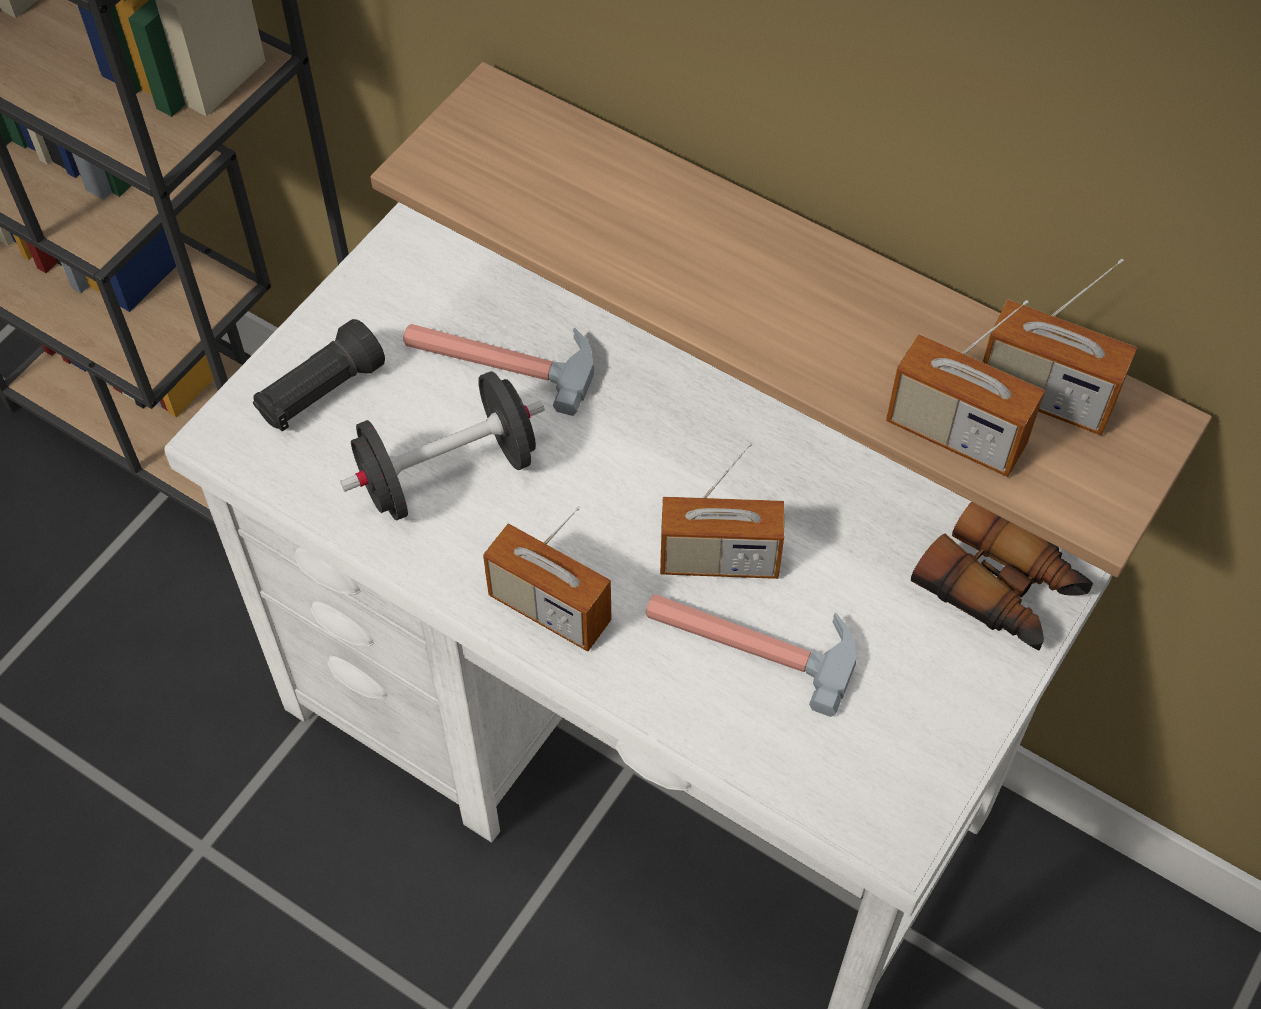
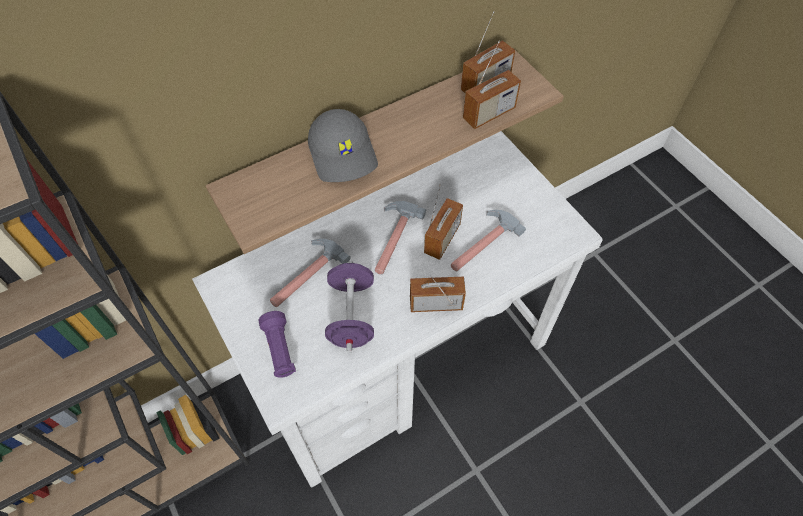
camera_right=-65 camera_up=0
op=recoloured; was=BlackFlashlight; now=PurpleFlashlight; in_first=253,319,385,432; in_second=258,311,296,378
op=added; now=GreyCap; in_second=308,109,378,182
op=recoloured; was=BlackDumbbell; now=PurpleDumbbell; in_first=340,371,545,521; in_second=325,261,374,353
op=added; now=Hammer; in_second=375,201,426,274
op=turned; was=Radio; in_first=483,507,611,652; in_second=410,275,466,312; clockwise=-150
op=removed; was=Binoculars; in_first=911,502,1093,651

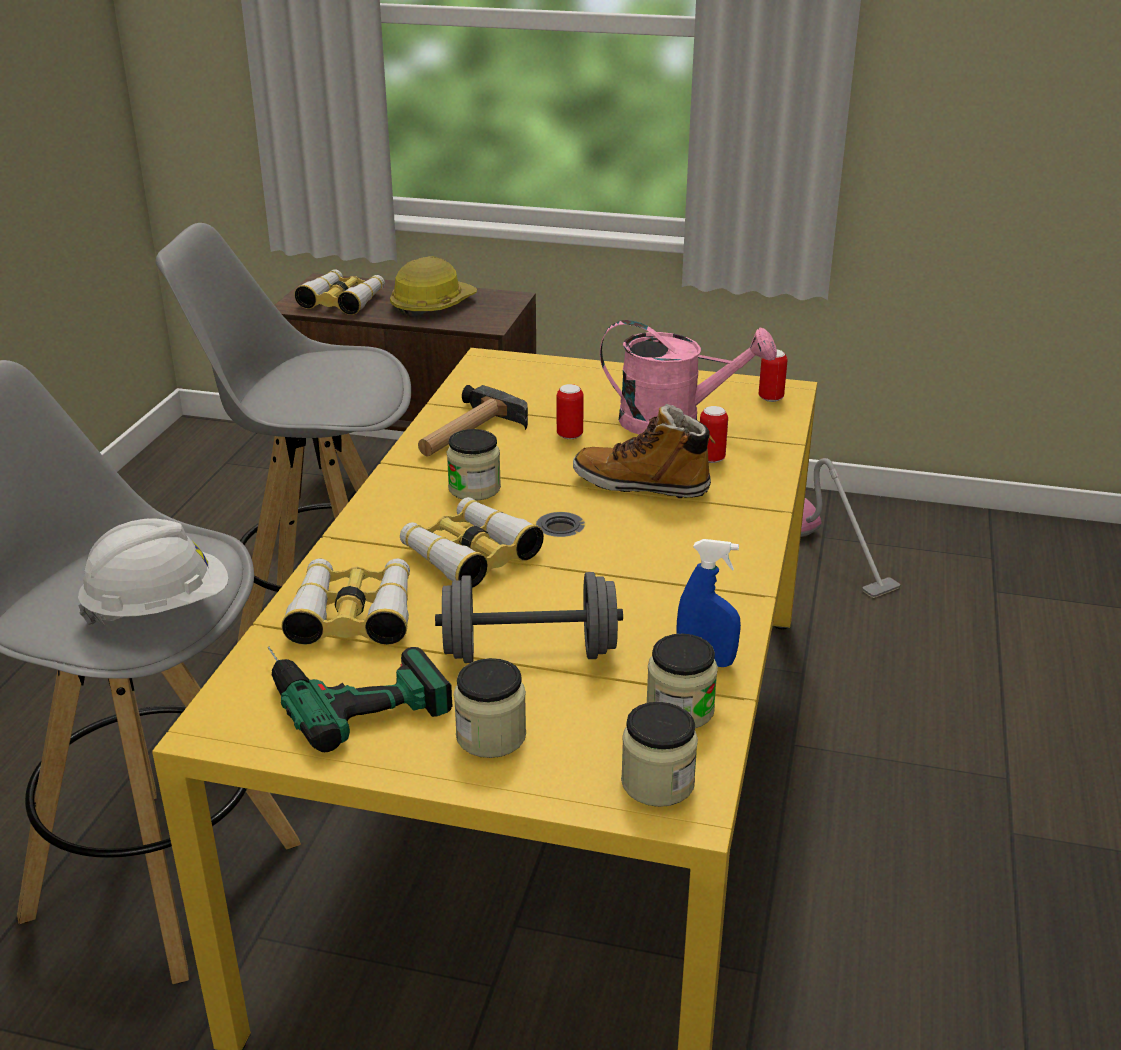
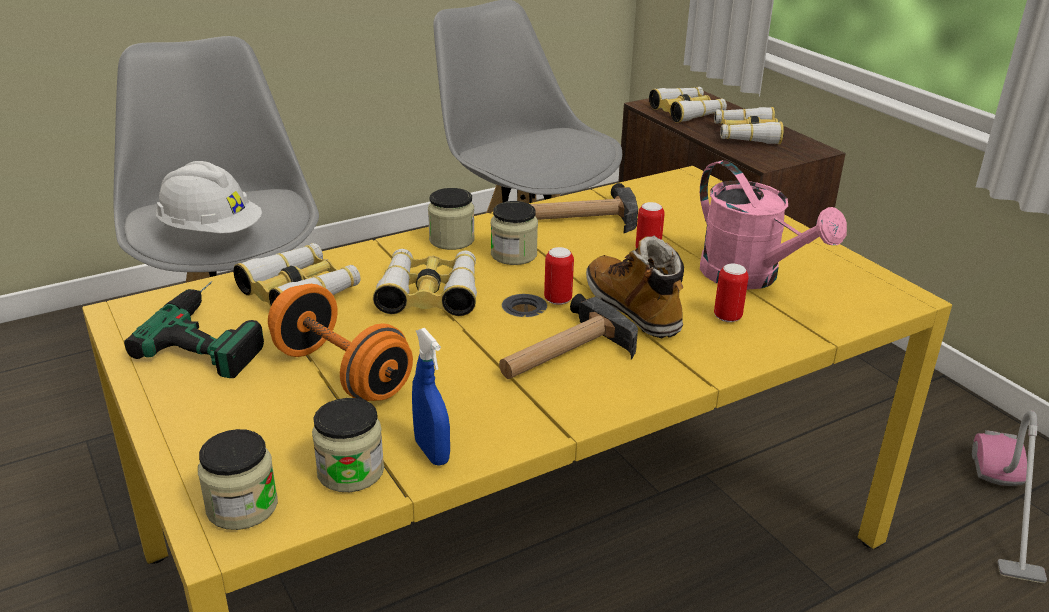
camera_right=45 camera_up=0
op=recoloured; was=GreyDumbbell; now=OrangeDumbbell; in_first=435,572,623,663; in_second=268,284,413,401
op=moved; was=Jar; in_first=454,658,526,758; in_second=428,188,475,250
op=added; now=Hammer; in_second=499,294,638,379
op=moved; was=Can; in_first=759,350,788,402; in_second=544,247,574,305
op=replaced; was=HardHat; now=Binoculars; in_first=390,256,477,317; in_second=714,107,784,144

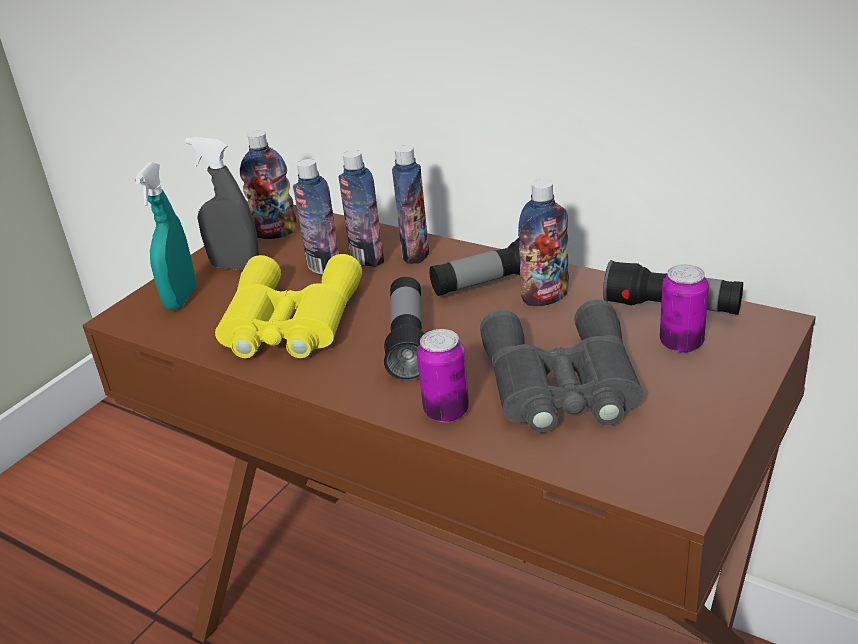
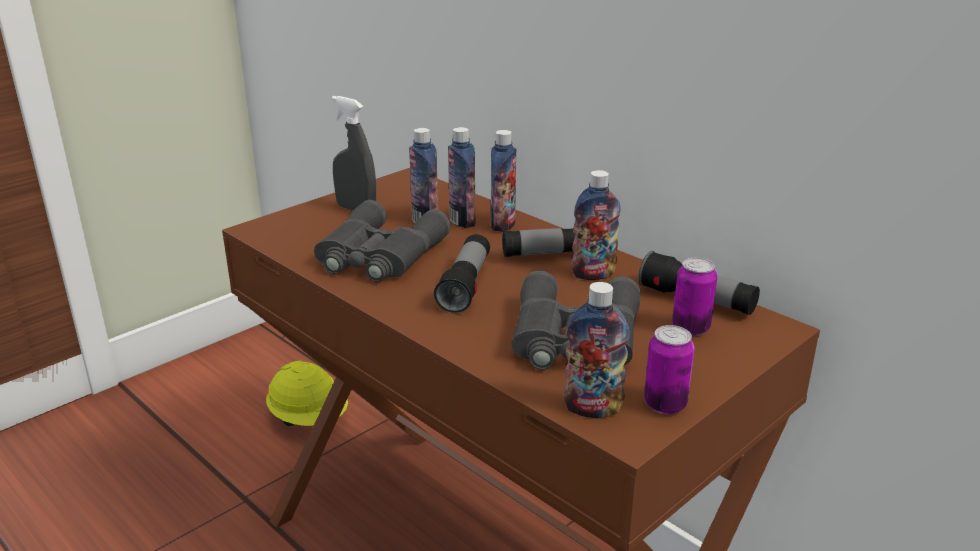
camera_right=10 camera_up=-5
op=added; now=YellowHardHat; in_second=266,361,348,426
op=recoloured; was=YellowBinoculars; now=GreyBinoculars; in_first=215,254,362,358; in_second=314,200,451,282
op=moved; was=Bottle; in_first=240,131,296,239; in_second=564,282,630,418
op=moved; was=Can; in_first=417,329,469,422; in_second=644,325,695,414
op=removed; was=TurquoiseSprayBottle; in_first=134,162,196,310

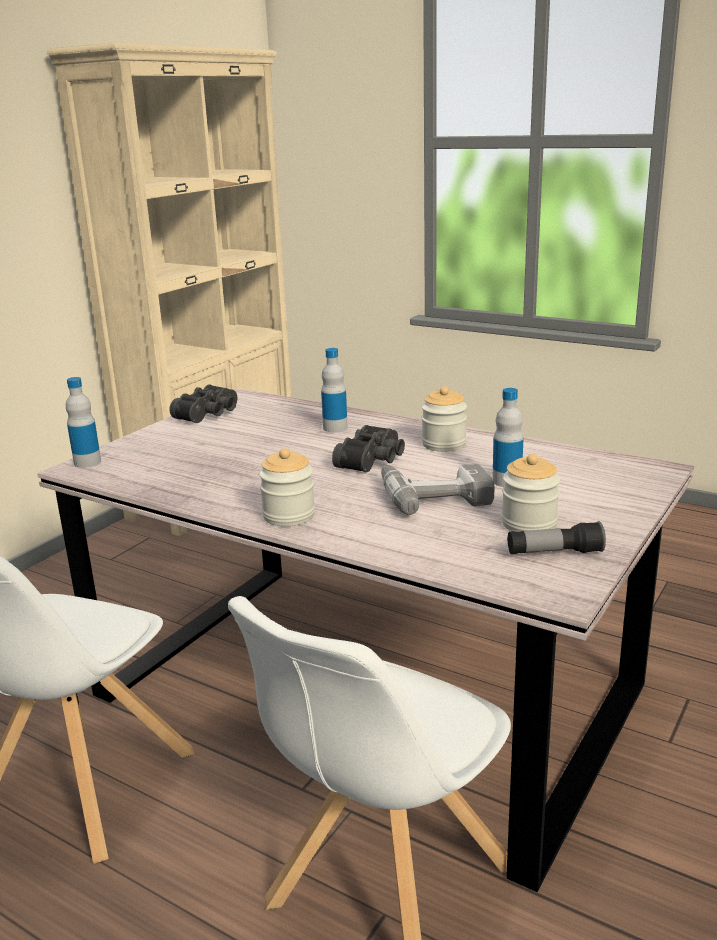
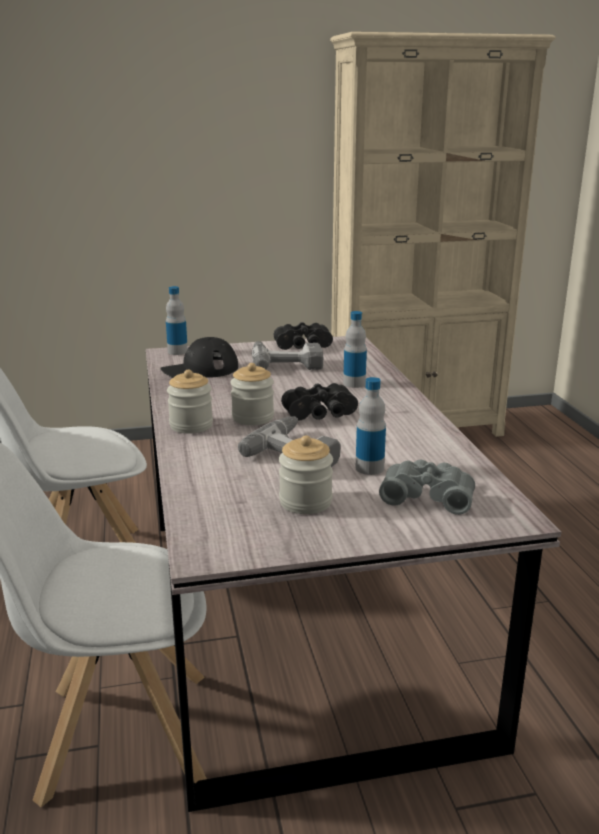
camera_right=45 camera_up=0
op=added; now=BlackCap; in_second=160,337,238,378
op=moved; was=Jar; in_first=421,386,467,452; in_second=230,363,274,425
op=added; now=PowerDrill; in_second=252,341,323,370
op=added; now=GreyBinoculars; in_second=379,459,475,515
op=removed; was=Flashlight; in_first=508,521,606,554

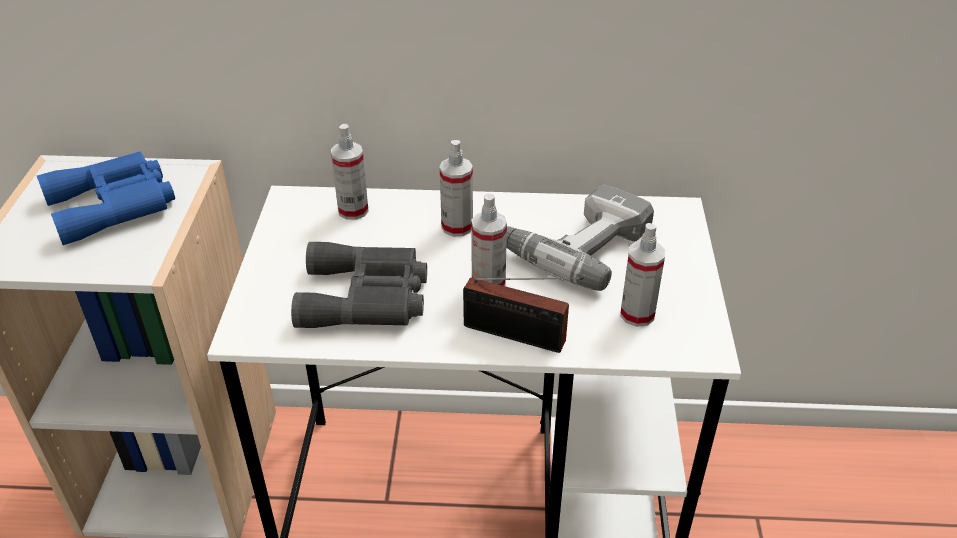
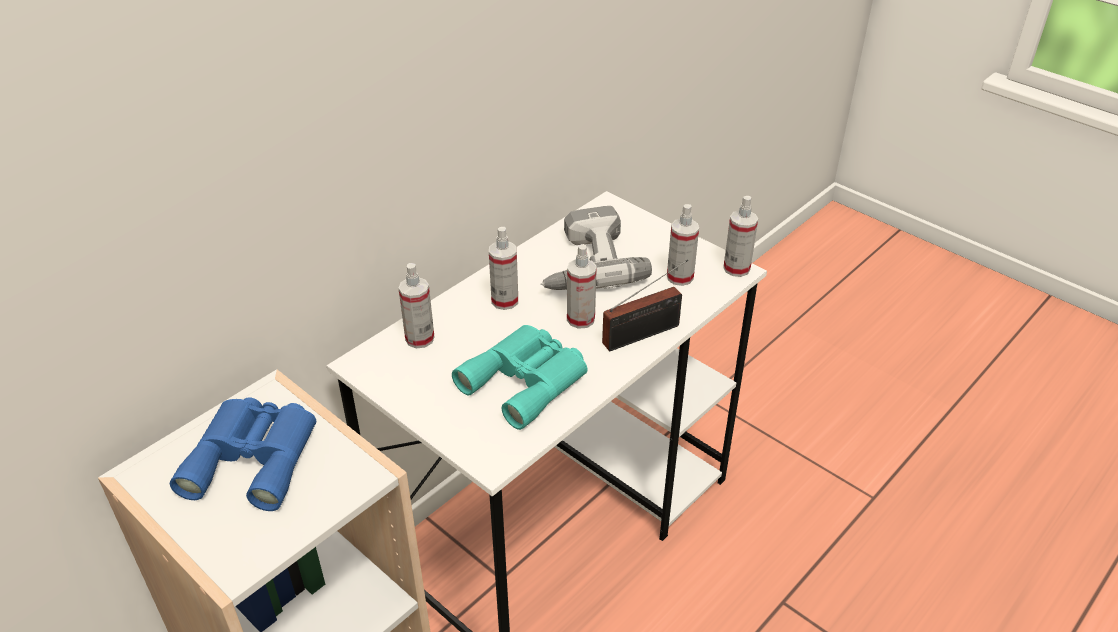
camera_right=-50 camera_up=0
op=recoloured; was=GreyBinoculars; now=TurquoiseBinoculars; in_first=291,242,427,328; in_second=452,325,588,430
op=added; now=SprayBottle; in_second=723,196,758,277

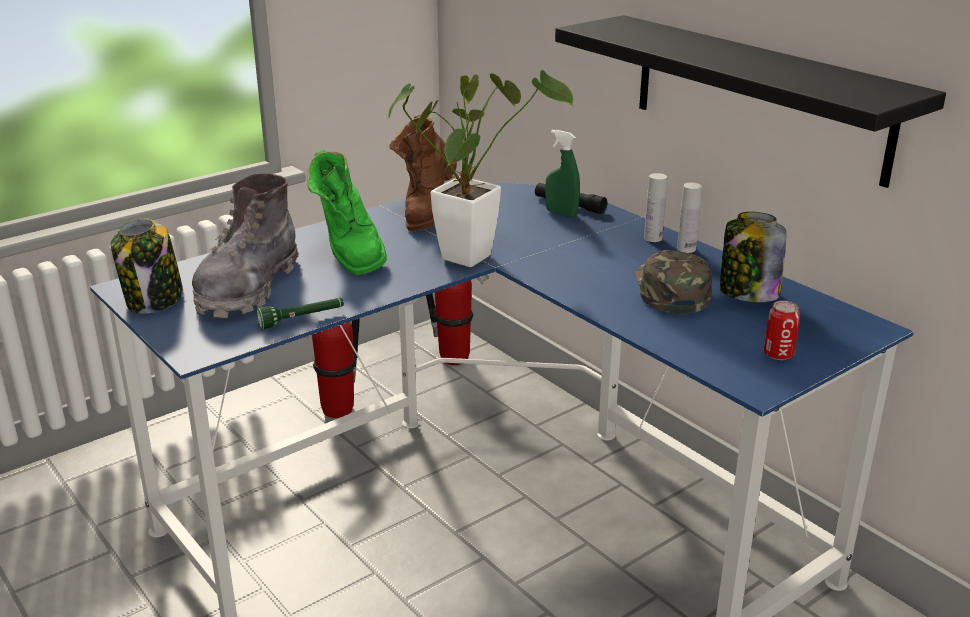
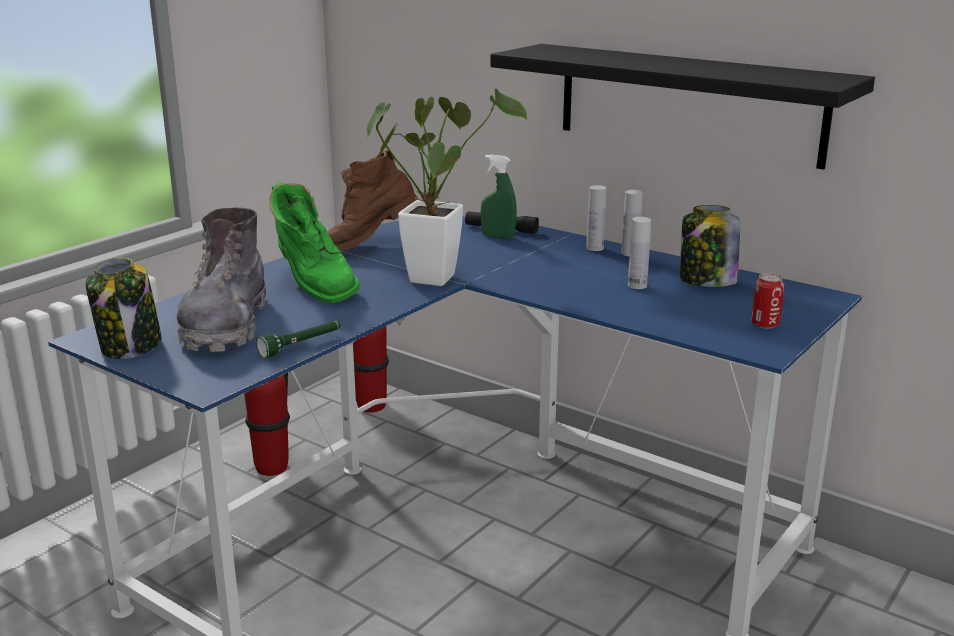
camera_right=-15 camera_up=-5
op=turned; was=BrownBoot; in_first=389,115,457,231; in_second=327,150,419,251; clockwise=60
op=replaced; was=GreenCap; now=WhiteBottle; in_first=635,250,712,314; in_second=628,217,651,289

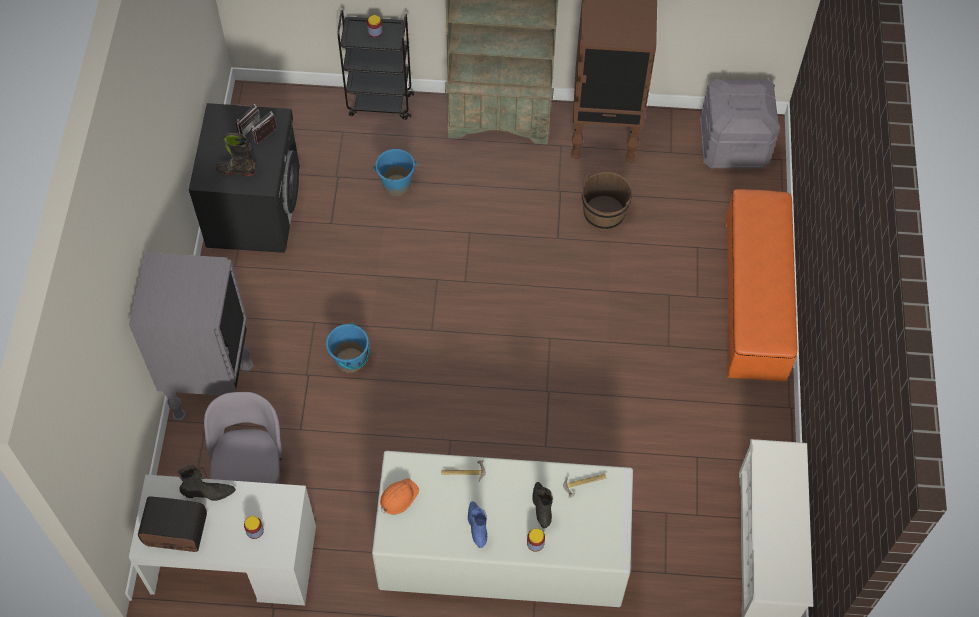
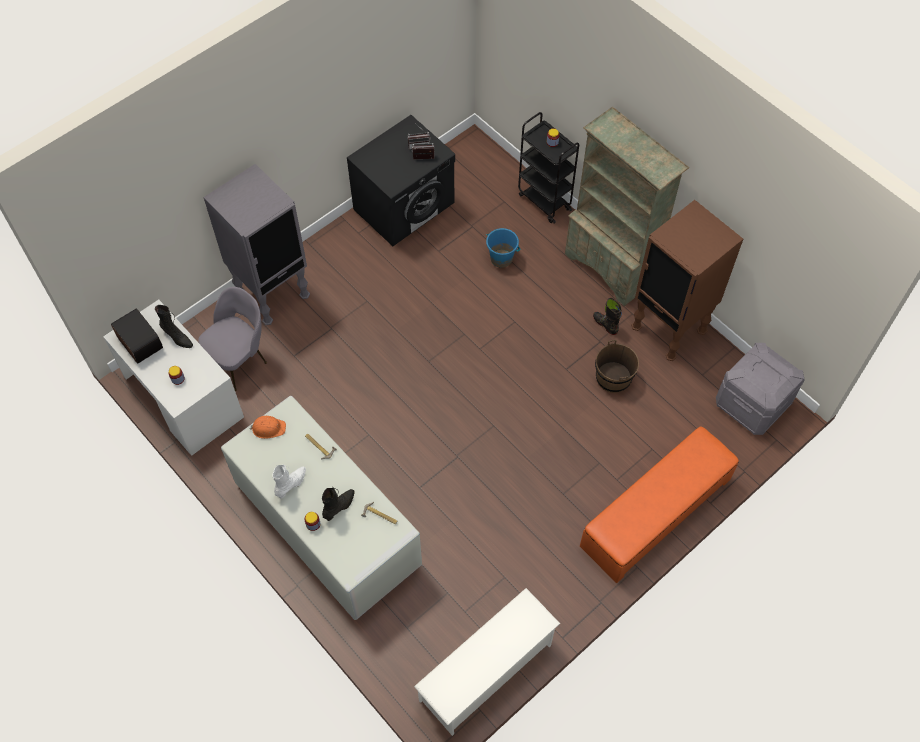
camera_right=45 camera_up=0
op=recoloured; was=BlueBoot; now=WhiteBoot; in_first=468,501,487,548; in_second=273,464,306,499
op=moved; was=BlackBoot; in_first=215,133,257,176; in_second=593,298,622,335
op=removed; was=BlueBucket; in_first=326,322,370,373

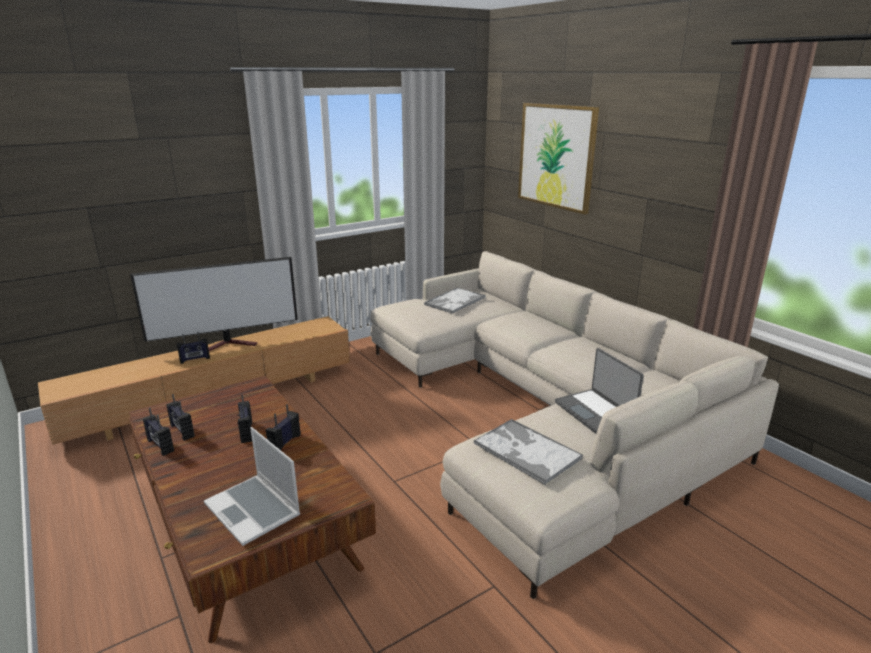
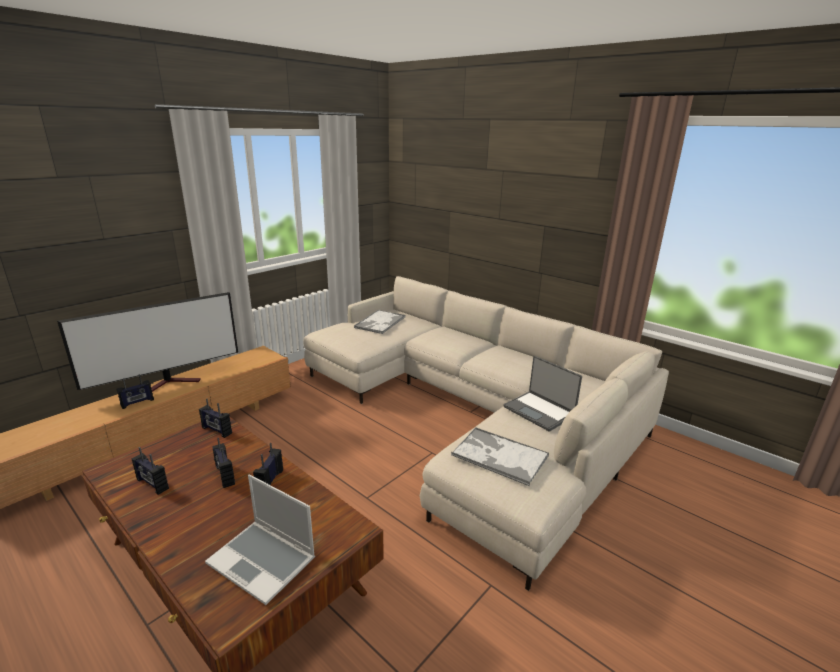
camera_right=-15 camera_up=0
op=moved; was=Radio; in_first=143,408,174,456; in_second=199,399,232,438
op=removed; was=Picture; in_first=518,103,599,214

